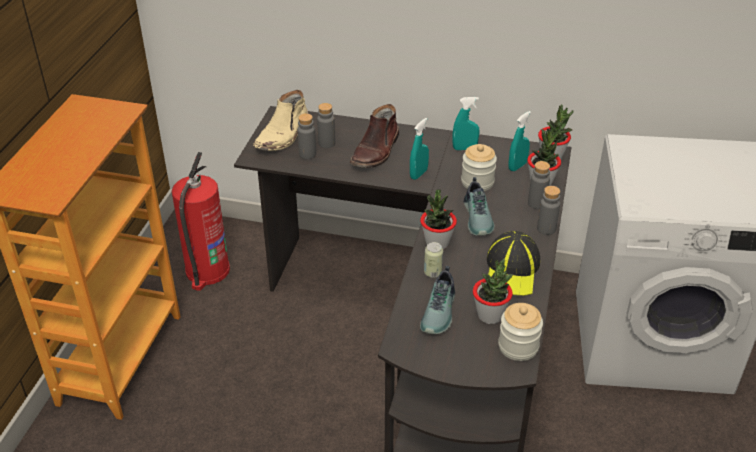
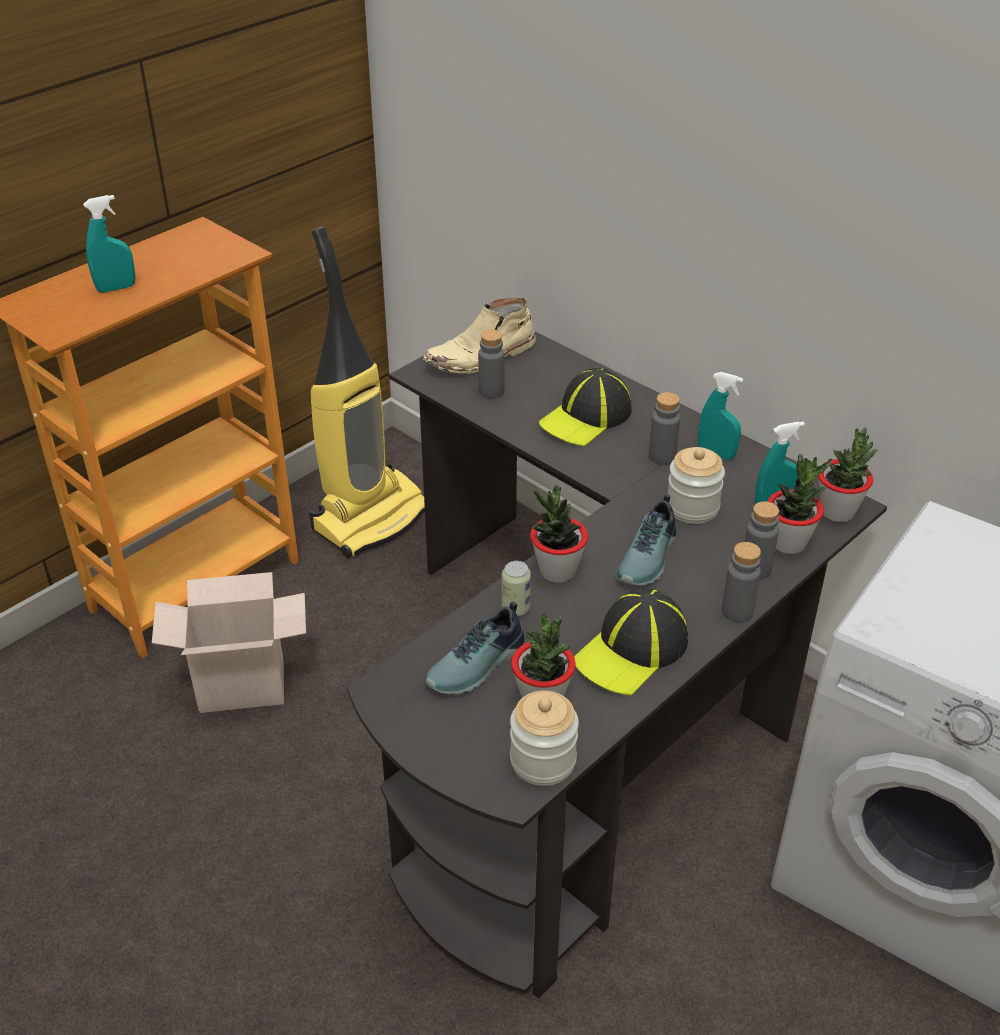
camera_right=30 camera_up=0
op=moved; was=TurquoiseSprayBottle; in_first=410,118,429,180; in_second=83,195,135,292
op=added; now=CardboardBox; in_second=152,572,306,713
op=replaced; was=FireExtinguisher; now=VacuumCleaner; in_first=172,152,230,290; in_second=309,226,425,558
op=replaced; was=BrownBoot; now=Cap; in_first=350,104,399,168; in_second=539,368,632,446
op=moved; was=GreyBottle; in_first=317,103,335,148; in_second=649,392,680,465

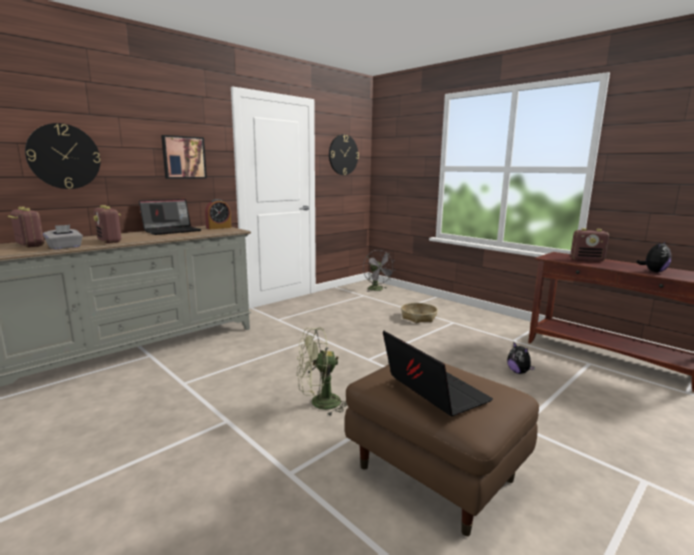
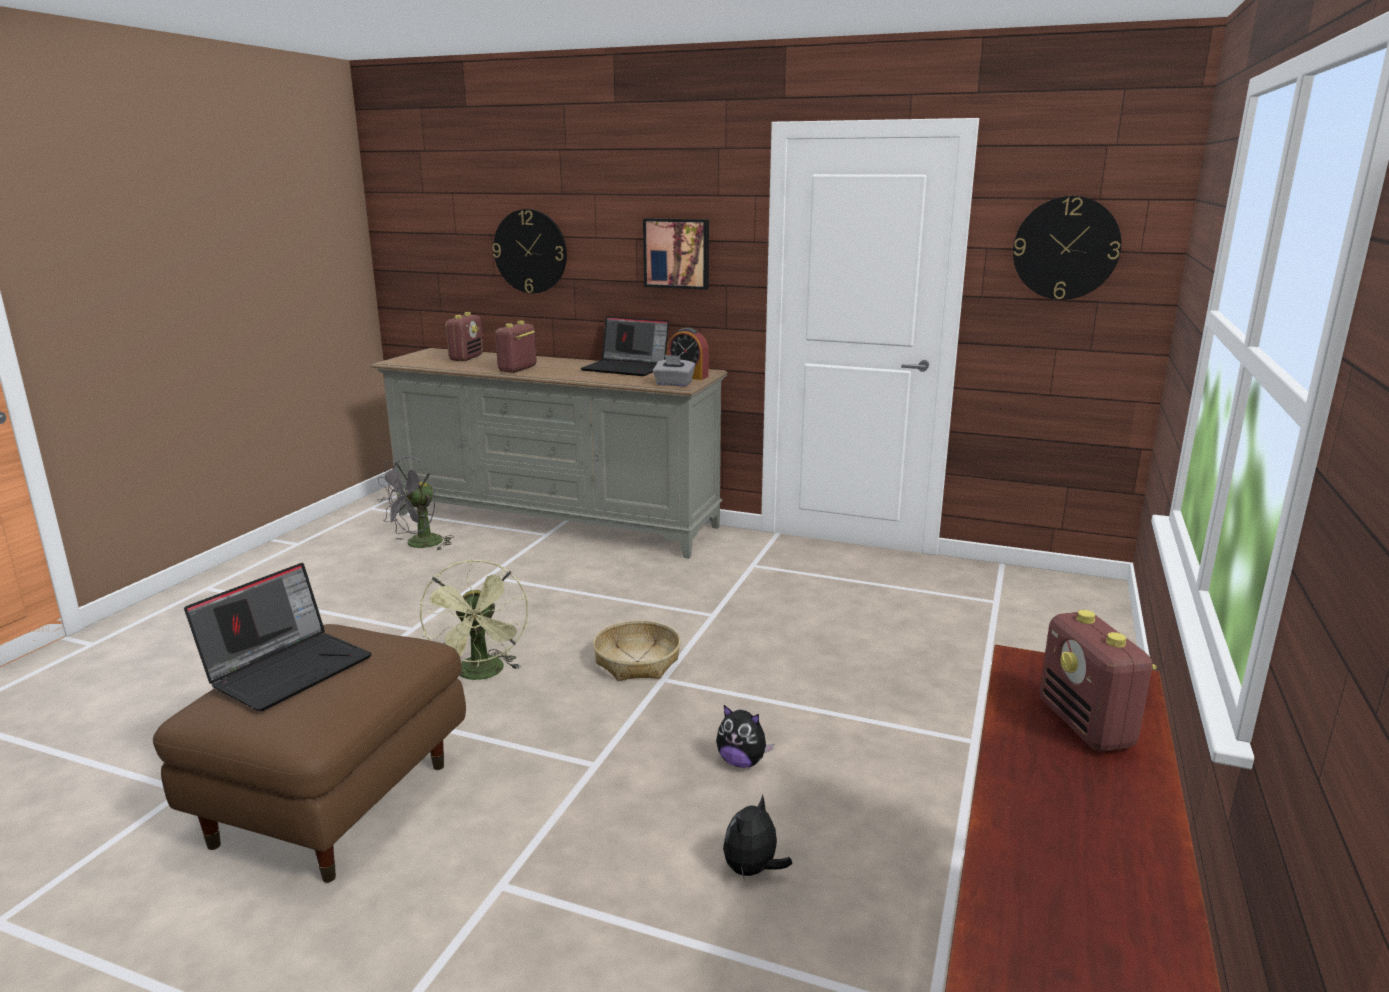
camera_right=65 camera_up=5
op=moved; was=GreyFan; in_first=363,250,394,292; in_second=377,456,454,550
op=turned; was=GreenFan; in_first=297,327,347,416; in_second=420,560,528,680; clockwise=-150
op=moved; was=Basket; in_first=401,303,438,323; in_second=593,621,681,681
op=moved; was=GreyTissueBox; in_first=43,225,83,250; in_second=653,355,695,386
op=moved; was=PlushToy; in_first=636,241,672,272; in_second=716,705,774,768

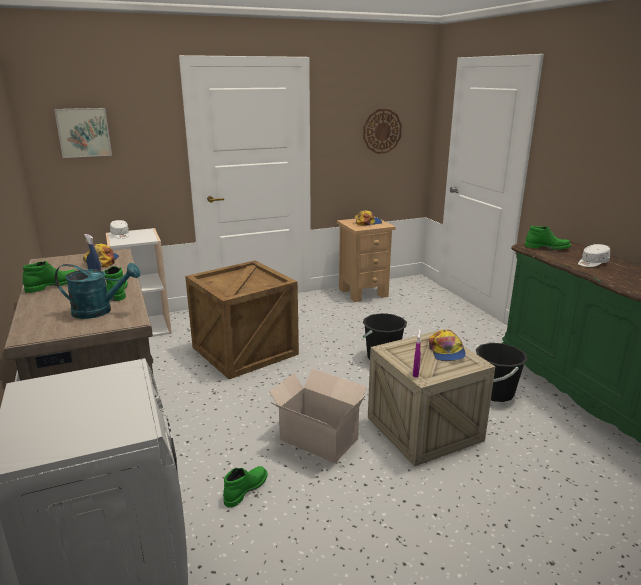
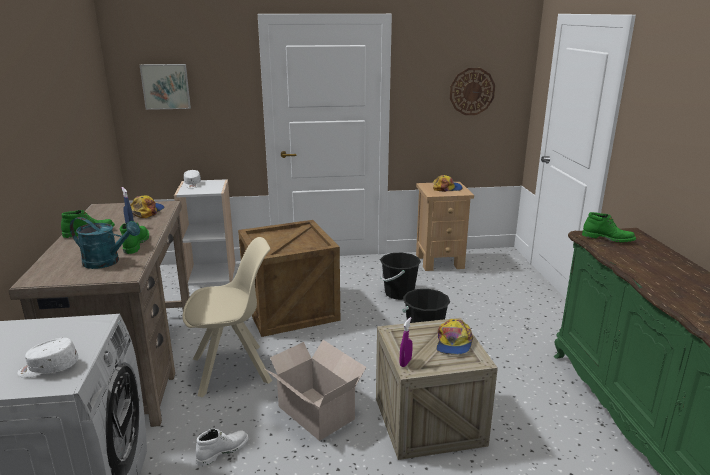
camera_right=15 camera_up=0
op=moved; was=WhiteCap; in_first=578,244,610,267; in_second=17,338,78,378
op=added; now=BeigeChair; in_second=182,237,272,397
op=recoloured; was=GreenBoot; now=WhiteBoot; in_first=223,466,268,508; in_second=196,428,248,466
op=moved; was=BlackBucket; in_first=476,343,528,402; in_second=380,252,421,300

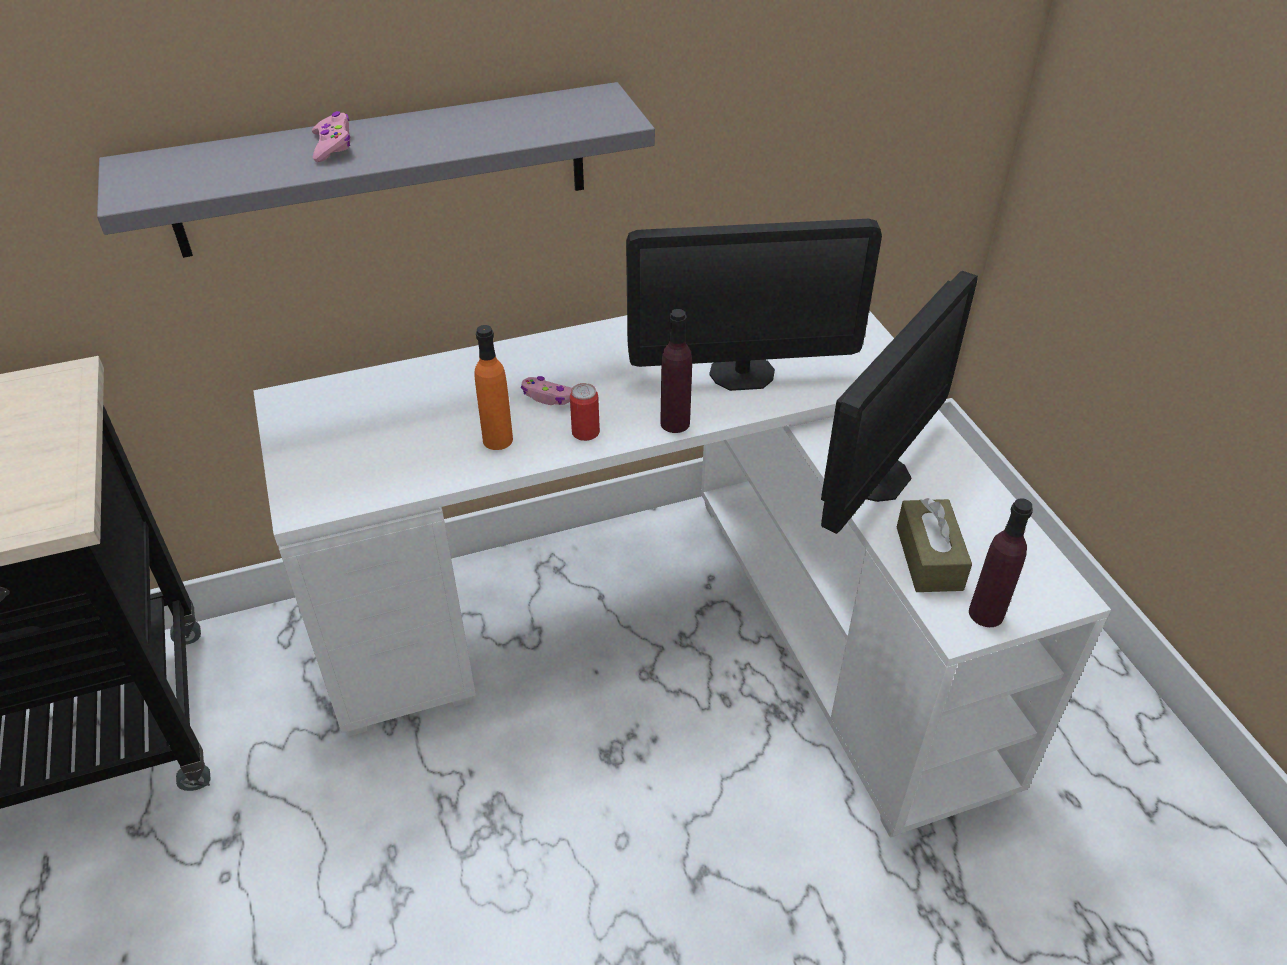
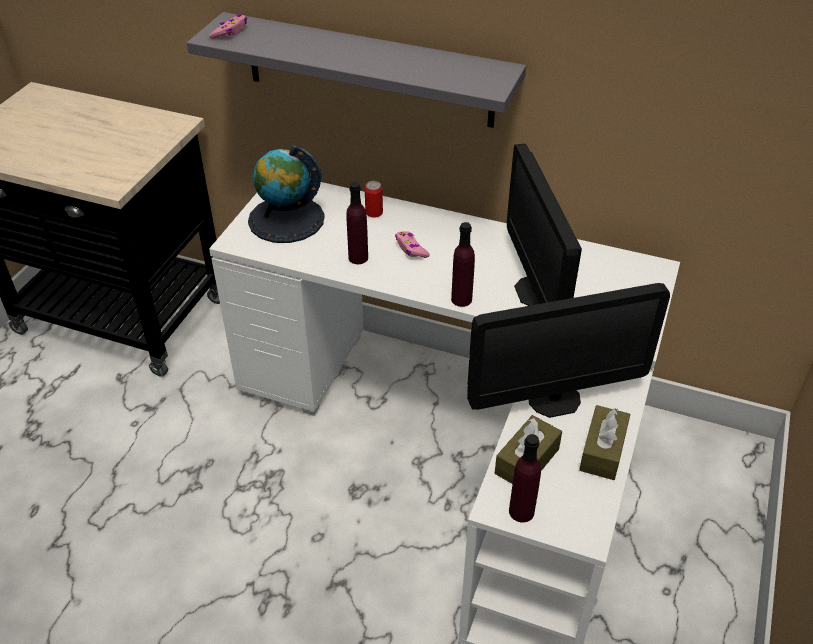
camera_right=40 camera_up=0
op=moved; was=PinkGameController; in_first=312,111,350,162; in_second=209,14,247,39
op=added; now=Globe; in_second=248,145,325,243
op=recoloured; was=OrangeBottle; now=PurpleBottle; in_first=474,325,513,450; in_second=346,182,368,264
op=moved; was=Can; in_first=570,383,600,441; in_second=365,181,383,218
op=turned; was=Monitor; in_first=626,219,882,391; in_second=507,143,582,306; clockwise=45
op=added; now=BrownTissueBox; in_second=579,405,631,480

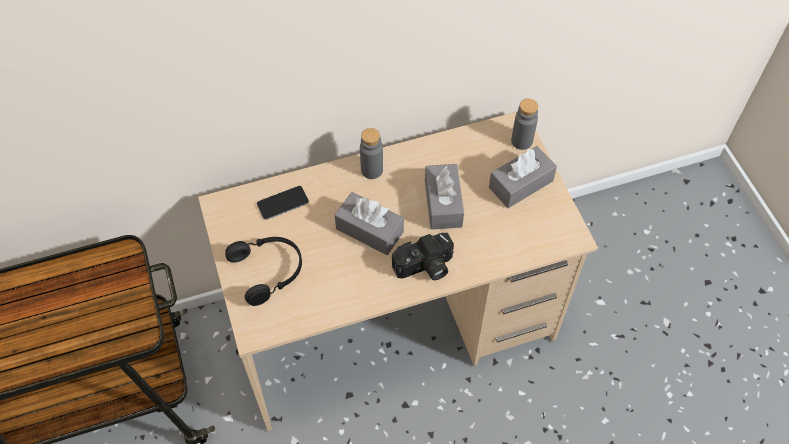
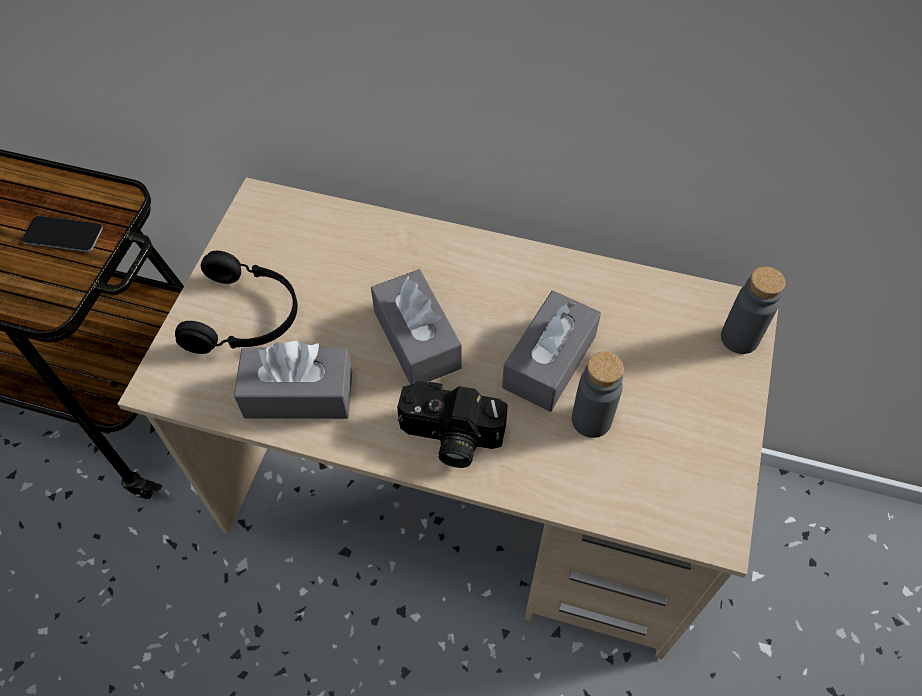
camera_right=35 camera_up=0
op=moved; was=Phone; in_first=257,186,309,220; in_second=22,216,103,252
op=moved; was=GreyTissueBox; in_first=489,146,557,208; in_second=234,341,352,419
op=moved; was=GreyBottle; in_first=360,128,383,179; in_second=572,352,624,438

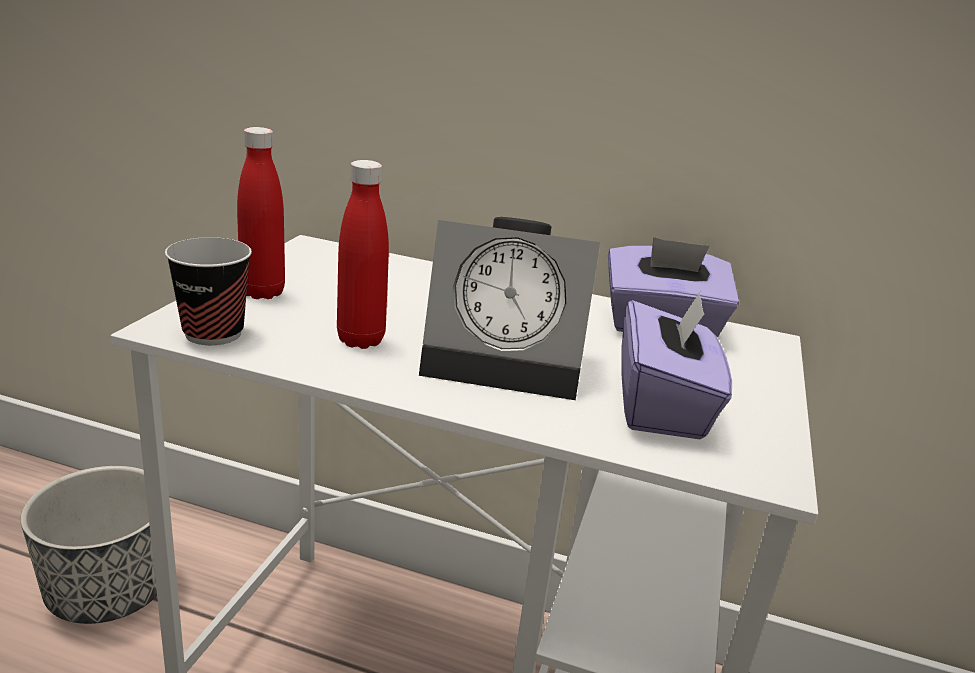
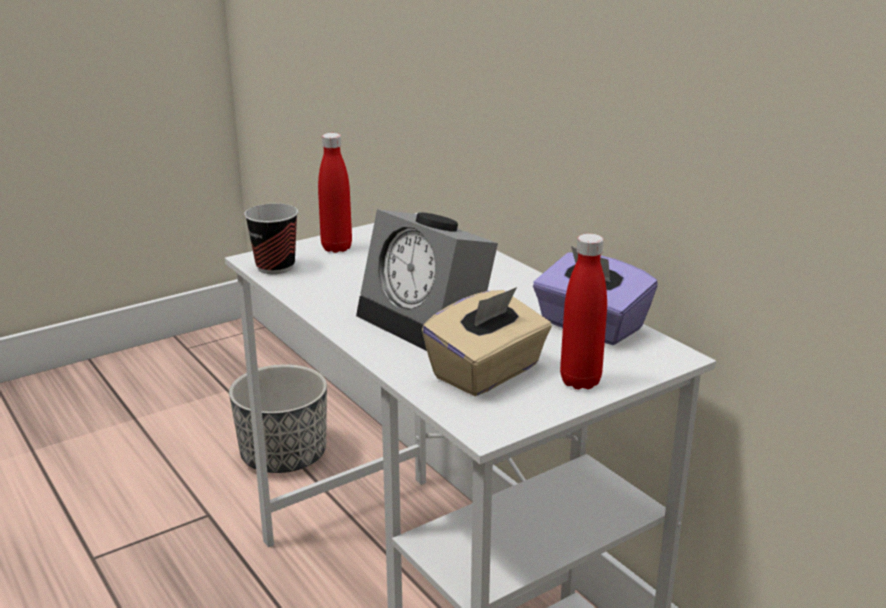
camera_right=40 camera_up=0
op=recoloured; was=PurpleTissueBox; now=BeigeTissueBox; in_first=621,291,732,439; in_second=422,287,552,396
op=moved; was=RedBottle; in_first=337,160,389,349; in_second=560,234,607,390

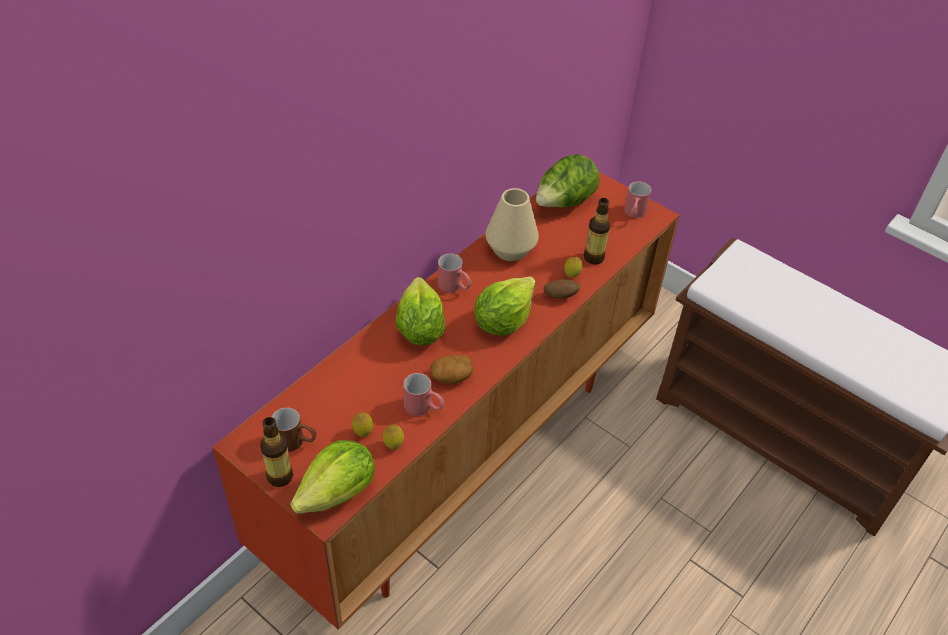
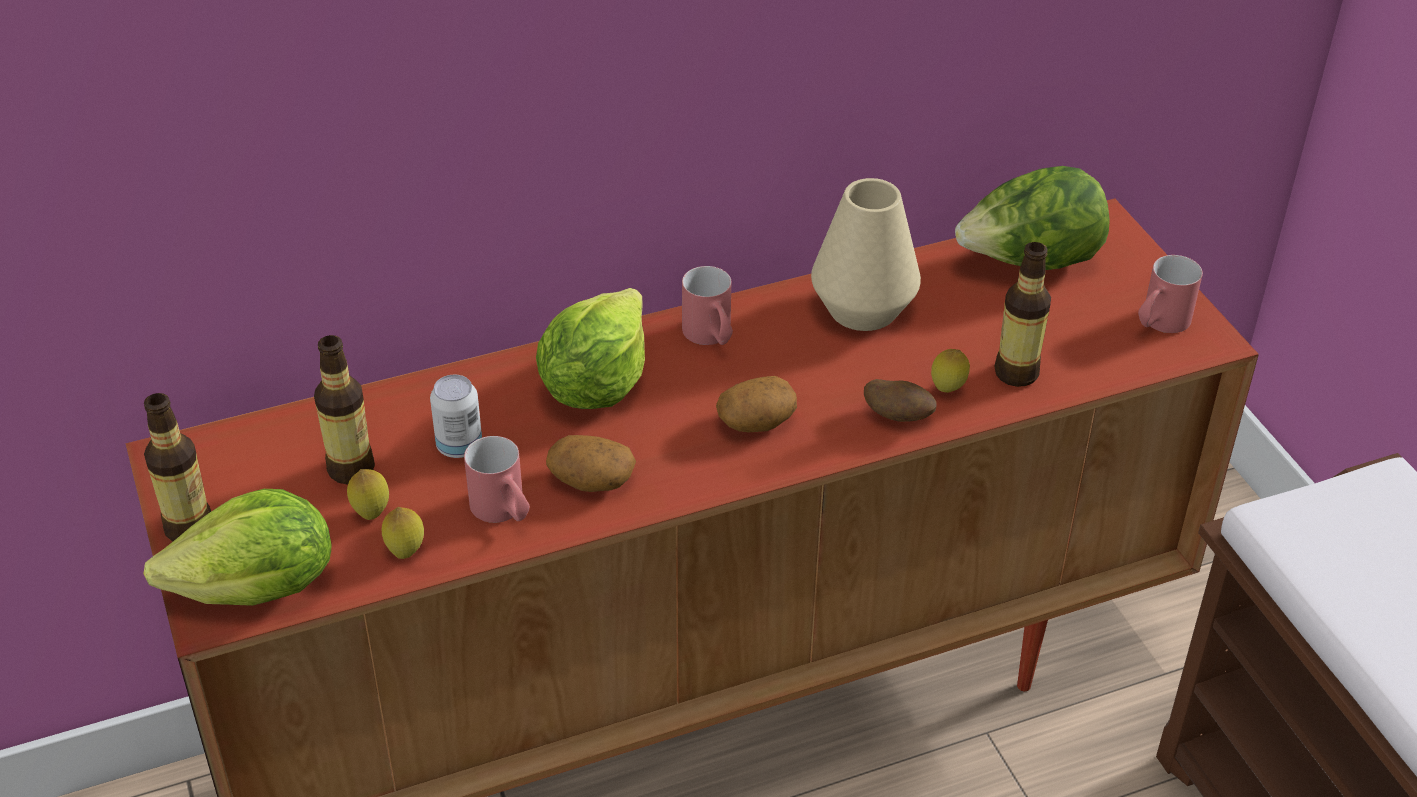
camera_right=30 camera_up=-5
op=added; now=Bottle; in_second=314,335,375,484
op=added; now=Can; in_second=430,375,482,458
op=replaced; was=Lettuce; now=Potato; in_first=474,276,536,336; in_second=716,376,797,432
op=removed; was=BrownMug; in_first=272,407,316,452

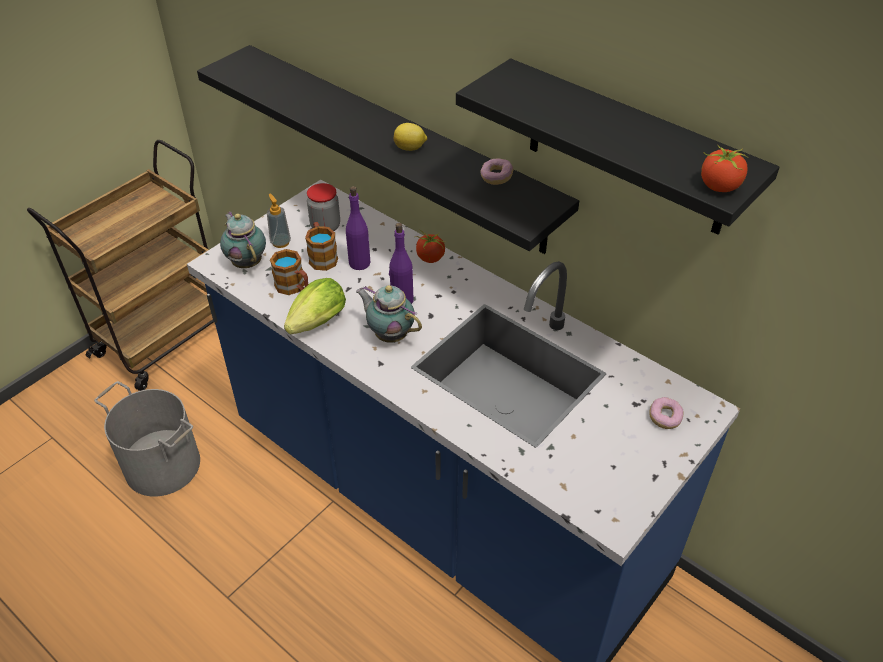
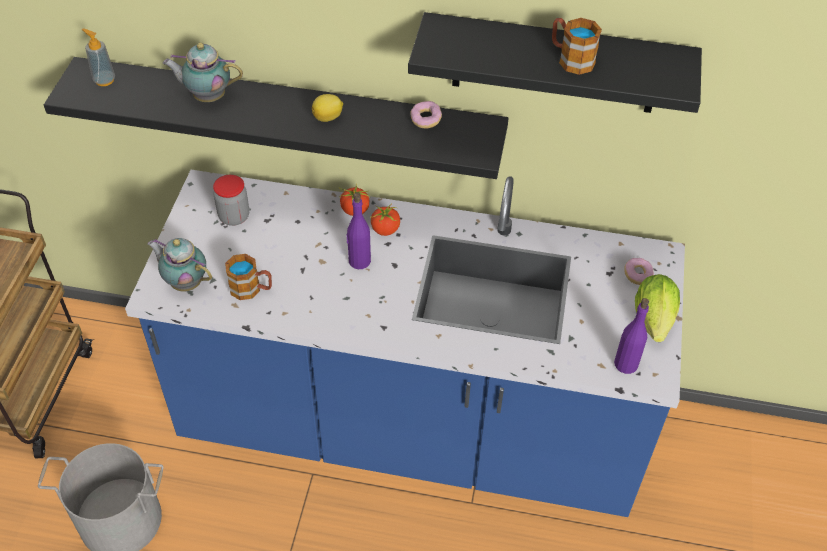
camera_right=-30 camera_up=5
op=moved; was=SoapDispenser; in_first=267,194,291,248; in_second=82,29,115,86
op=moved; was=Teapot; in_first=356,285,422,343; in_second=163,43,243,102
op=moved; was=Tomato; in_first=701,146,749,192; in_second=371,203,400,236
op=moved; was=Mug; in_first=305,222,338,271; in_second=552,18,602,75
op=moved; was=PurpleBottle; in_first=346,186,370,270; in_second=614,298,649,374
op=moved; was=Lettuce; in_first=284,278,346,334; in_second=635,274,680,342

